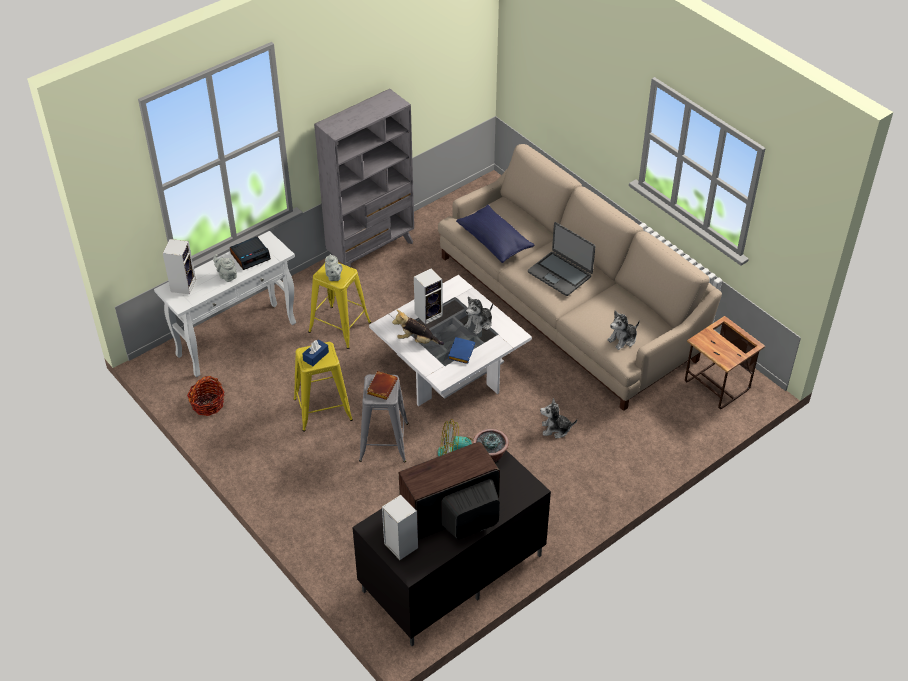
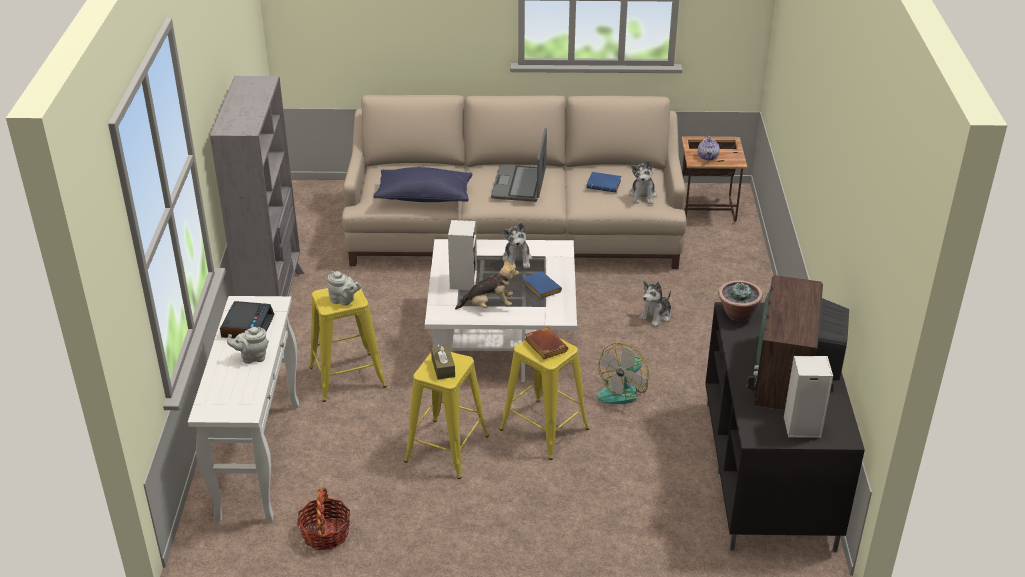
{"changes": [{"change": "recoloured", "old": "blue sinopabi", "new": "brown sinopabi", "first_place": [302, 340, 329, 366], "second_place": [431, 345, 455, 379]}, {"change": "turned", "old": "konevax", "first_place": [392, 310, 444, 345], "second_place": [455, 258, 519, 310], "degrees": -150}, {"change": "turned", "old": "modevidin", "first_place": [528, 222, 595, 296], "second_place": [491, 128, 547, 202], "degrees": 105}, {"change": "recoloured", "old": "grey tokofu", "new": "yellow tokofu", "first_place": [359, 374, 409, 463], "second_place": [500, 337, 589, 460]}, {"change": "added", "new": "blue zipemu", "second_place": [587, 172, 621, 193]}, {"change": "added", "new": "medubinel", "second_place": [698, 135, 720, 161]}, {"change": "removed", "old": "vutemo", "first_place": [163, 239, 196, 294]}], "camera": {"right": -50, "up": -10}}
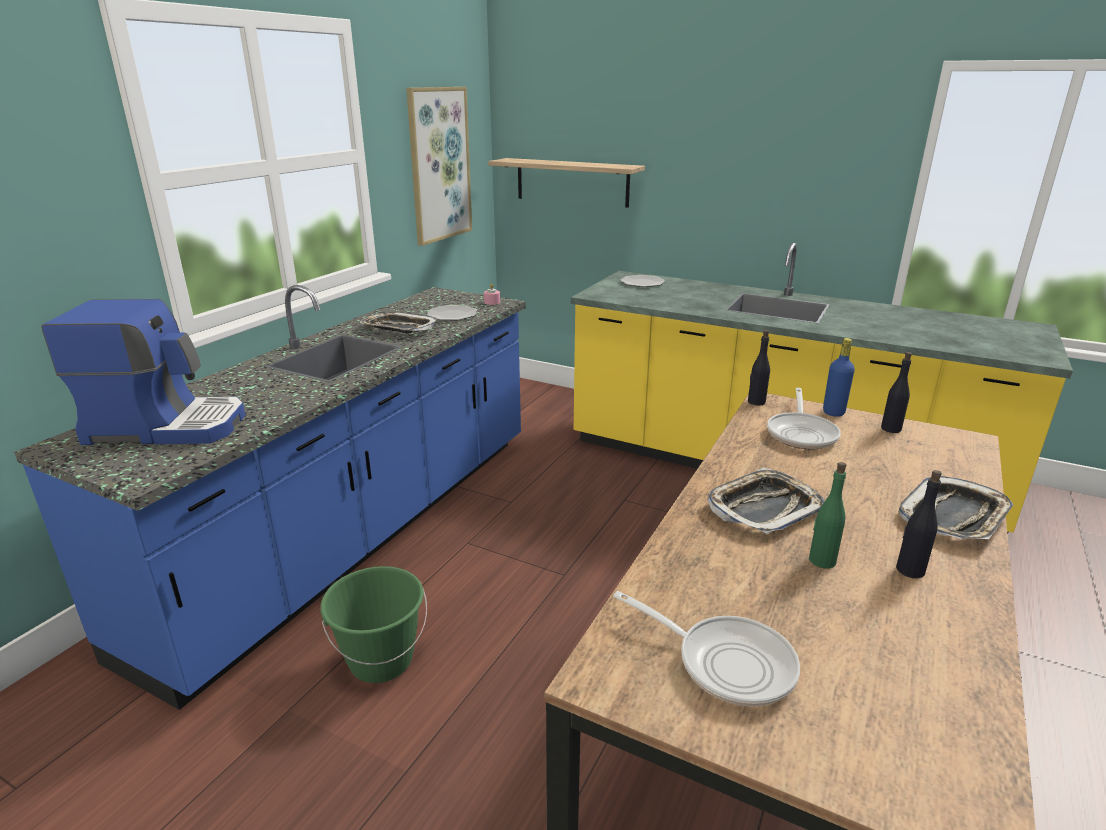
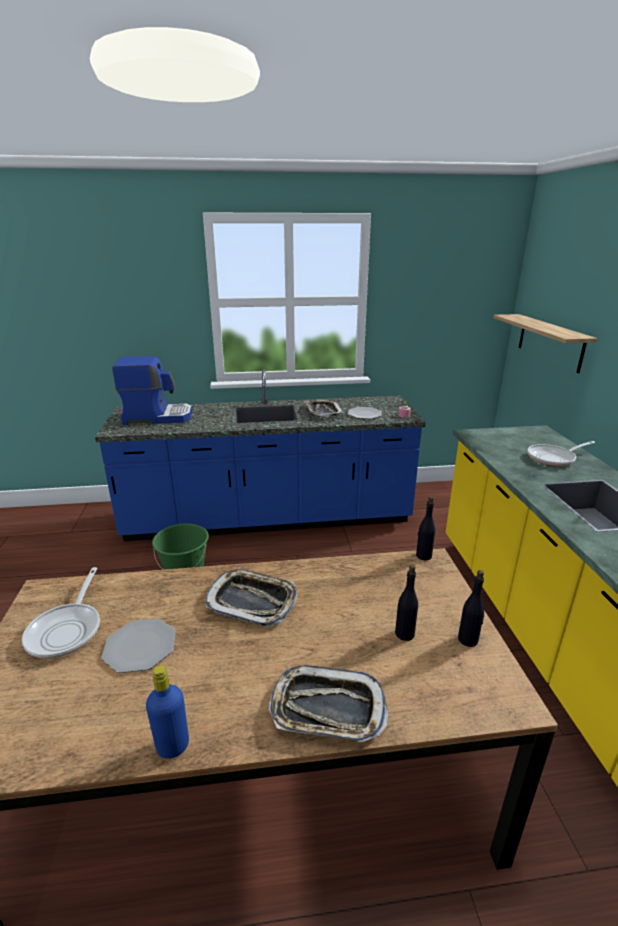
{"changes": [{"change": "moved", "old": "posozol", "first_place": [620, 275, 665, 287], "second_place": [101, 618, 176, 673]}, {"change": "turned", "old": "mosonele", "first_place": [41, 299, 245, 445], "second_place": [112, 356, 192, 425], "degrees": -60}, {"change": "moved", "old": "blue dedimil", "first_place": [823, 338, 855, 417], "second_place": [146, 665, 189, 759]}, {"change": "moved", "old": "black dedimil", "first_place": [896, 470, 942, 578], "second_place": [395, 565, 418, 641]}, {"change": "moved", "old": "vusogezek", "first_place": [767, 388, 840, 449], "second_place": [527, 441, 595, 467]}, {"change": "removed", "old": "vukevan", "first_place": [406, 87, 472, 246]}, {"change": "removed", "old": "green dedimil", "first_place": [809, 462, 846, 569]}], "camera": {"right": 55, "up": 0}}
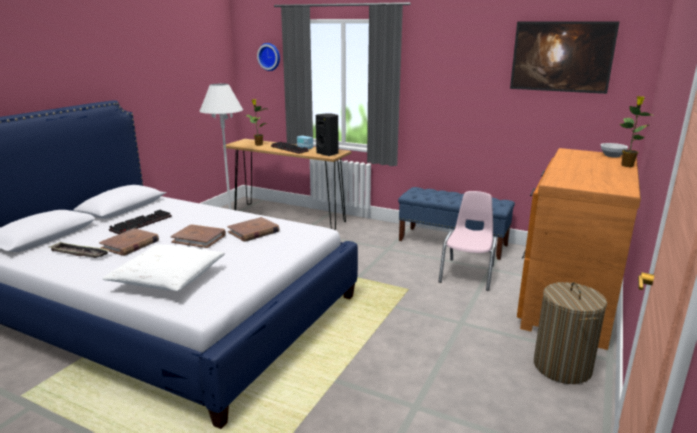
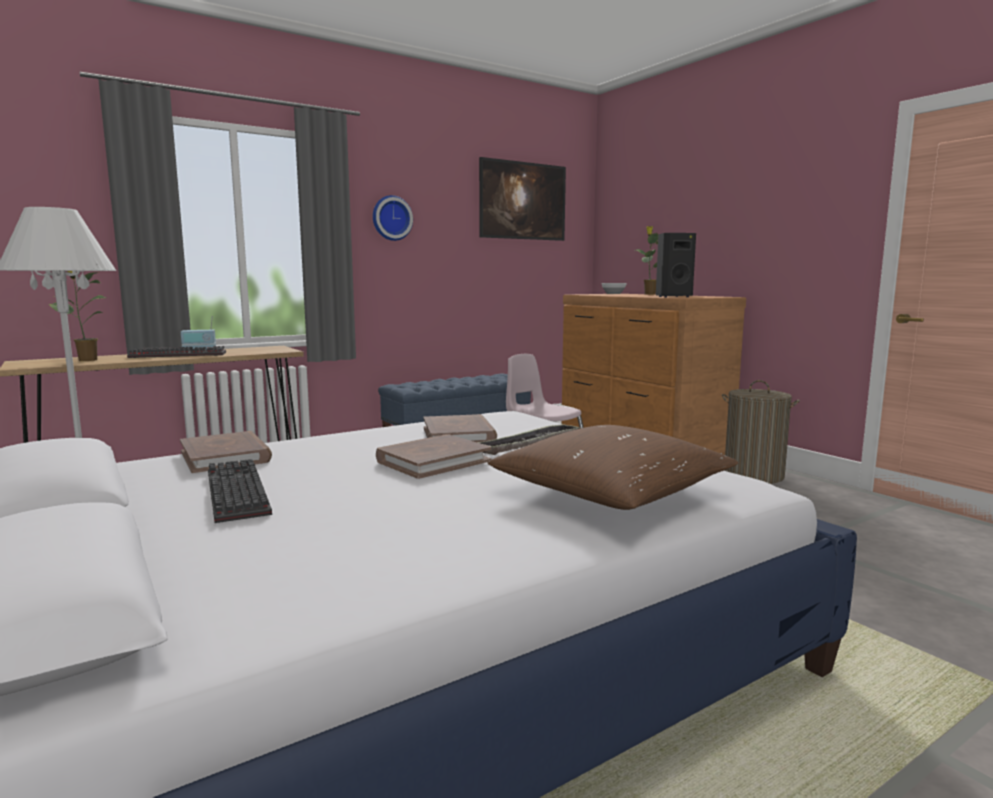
{"changes": [{"change": "moved", "old": "brown zipemu", "first_place": [99, 228, 159, 256], "second_place": [180, 431, 272, 473]}, {"change": "moved", "old": "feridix", "first_place": [257, 43, 280, 71], "second_place": [373, 195, 413, 241]}, {"change": "moved", "old": "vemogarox", "first_place": [48, 242, 110, 258], "second_place": [477, 423, 581, 455]}, {"change": "recoloured", "old": "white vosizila", "new": "brown vosizila", "first_place": [103, 244, 225, 291], "second_place": [488, 425, 738, 510]}, {"change": "moved", "old": "black vutemo", "first_place": [316, 113, 339, 156], "second_place": [656, 233, 696, 297]}], "camera": {"right": -60, "up": -10}}
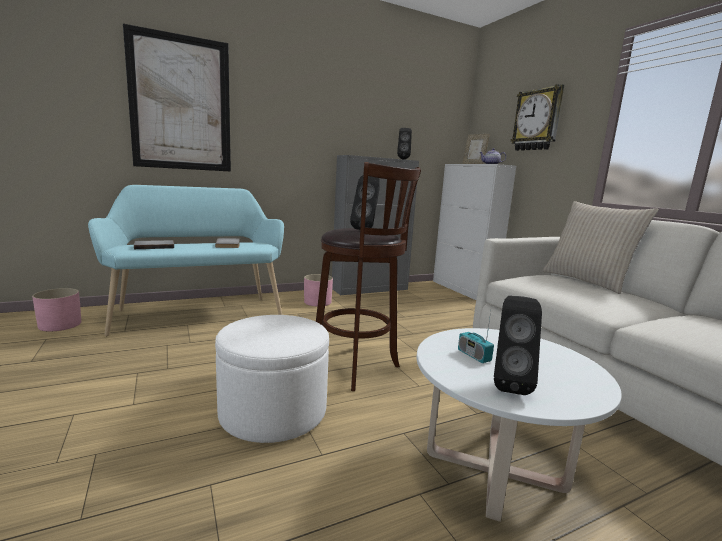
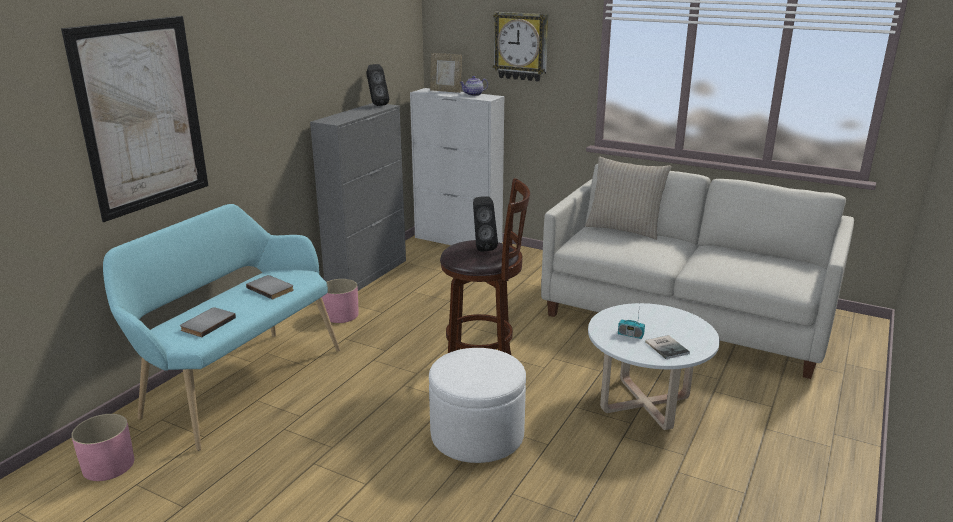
{"changes": [{"change": "replaced", "old": "black vutemo", "new": "zipemu", "first_place": [494, 296, 542, 395], "second_place": [645, 335, 690, 359]}], "camera": {"right": -35, "up": 10}}
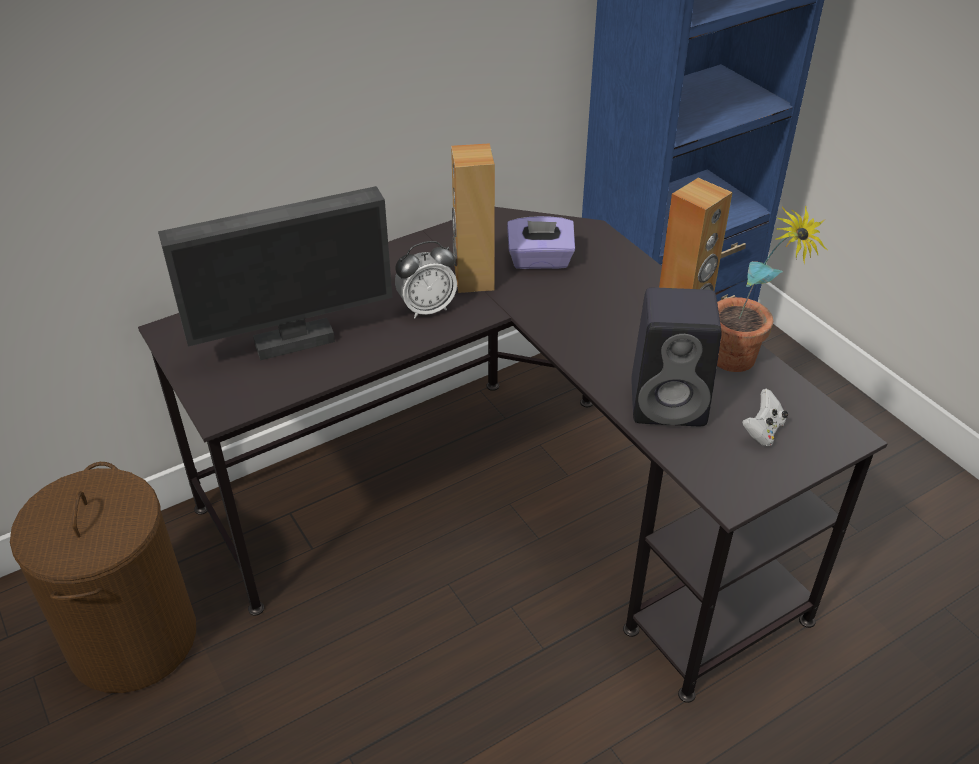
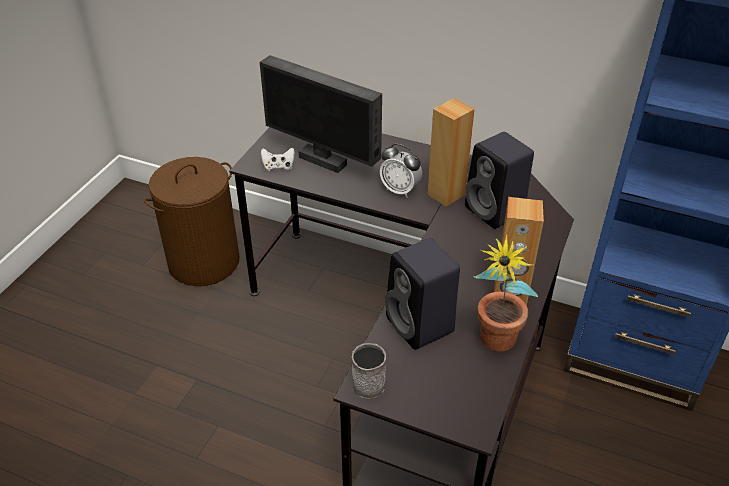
{"changes": [{"change": "moved", "old": "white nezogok", "first_place": [742, 389, 788, 446], "second_place": [261, 148, 295, 171]}, {"change": "added", "new": "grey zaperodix", "second_place": [352, 343, 386, 399]}, {"change": "replaced", "old": "purple sinopabi", "new": "black vutemo", "first_place": [507, 216, 575, 269], "second_place": [465, 132, 534, 229]}], "camera": {"right": 55, "up": 0}}
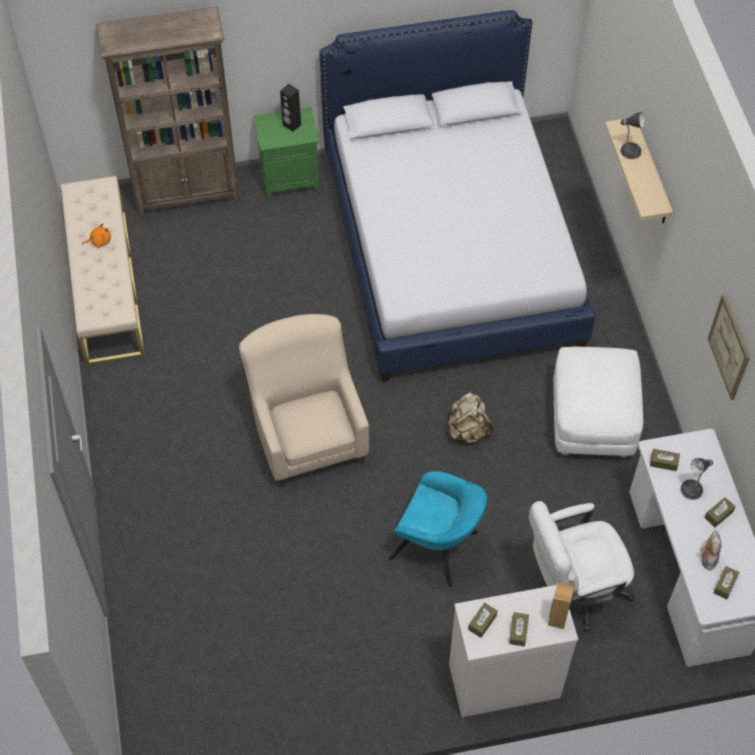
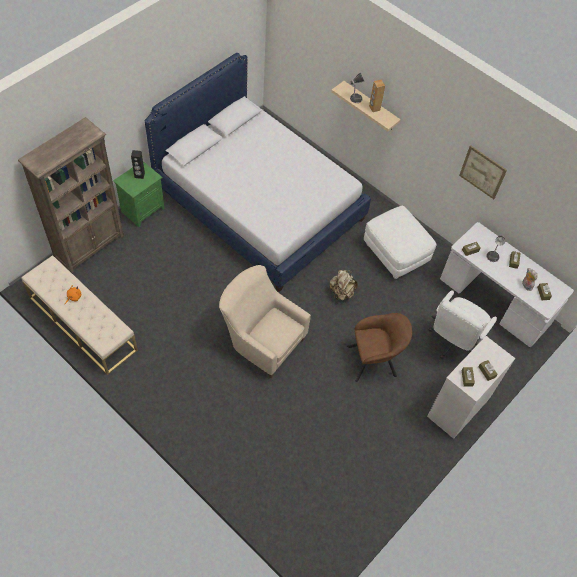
{"changes": [{"change": "recoloured", "old": "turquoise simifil", "new": "brown simifil", "first_place": [388, 471, 487, 587], "second_place": [347, 313, 412, 382]}, {"change": "moved", "old": "brown vutemo", "first_place": [548, 583, 574, 629], "second_place": [369, 79, 385, 112]}], "camera": {"right": -40, "up": 0}}
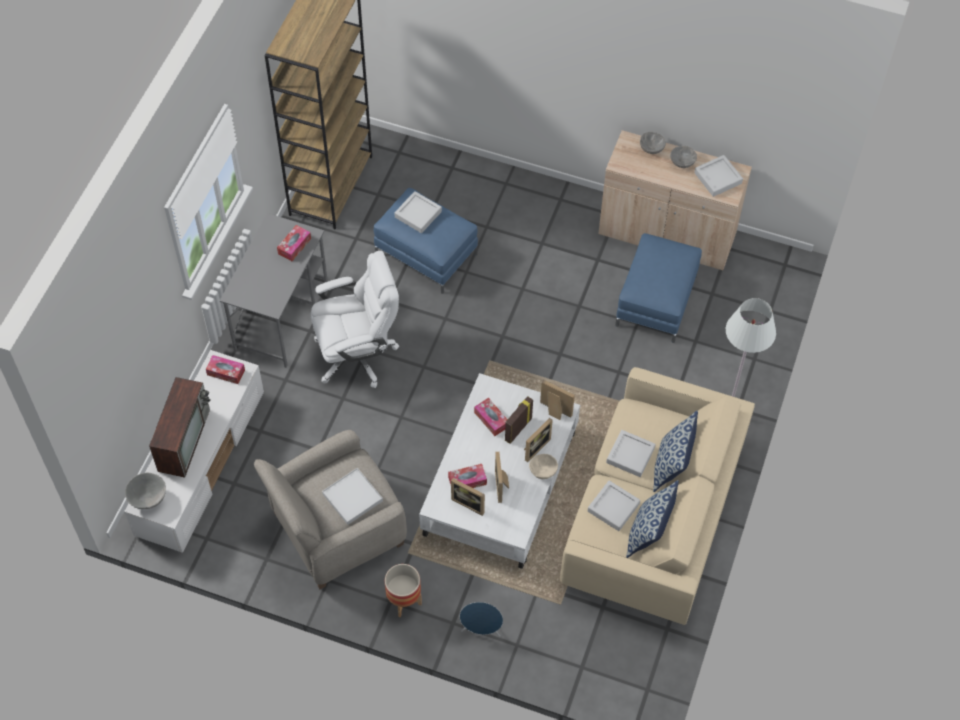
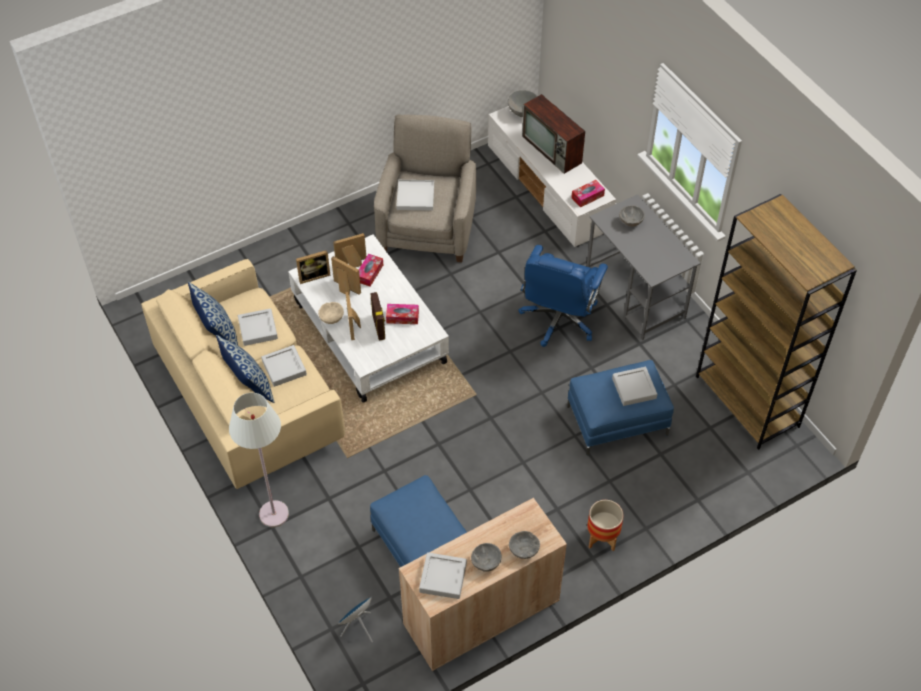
{"changes": [{"change": "moved", "old": "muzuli", "first_place": [540, 380, 575, 420], "second_place": [296, 250, 331, 284]}, {"change": "moved", "old": "blue vutemo", "first_place": [460, 602, 503, 637], "second_place": [337, 597, 373, 642]}, {"change": "recoloured", "old": "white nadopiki", "new": "blue nadopiki", "first_place": [311, 251, 399, 388], "second_place": [519, 245, 608, 347]}, {"change": "moved", "old": "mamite", "first_place": [385, 564, 422, 617], "second_place": [587, 500, 624, 551]}, {"change": "added", "new": "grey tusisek", "second_place": [619, 206, 645, 227]}, {"change": "removed", "old": "sinopabi", "first_place": [277, 225, 311, 261]}], "camera": {"right": 130, "up": -5}}
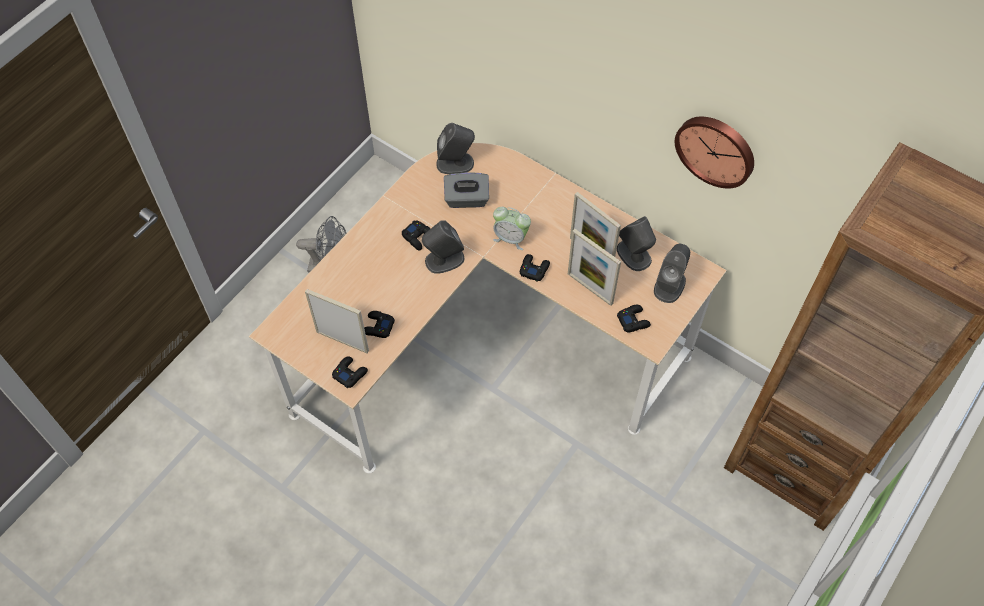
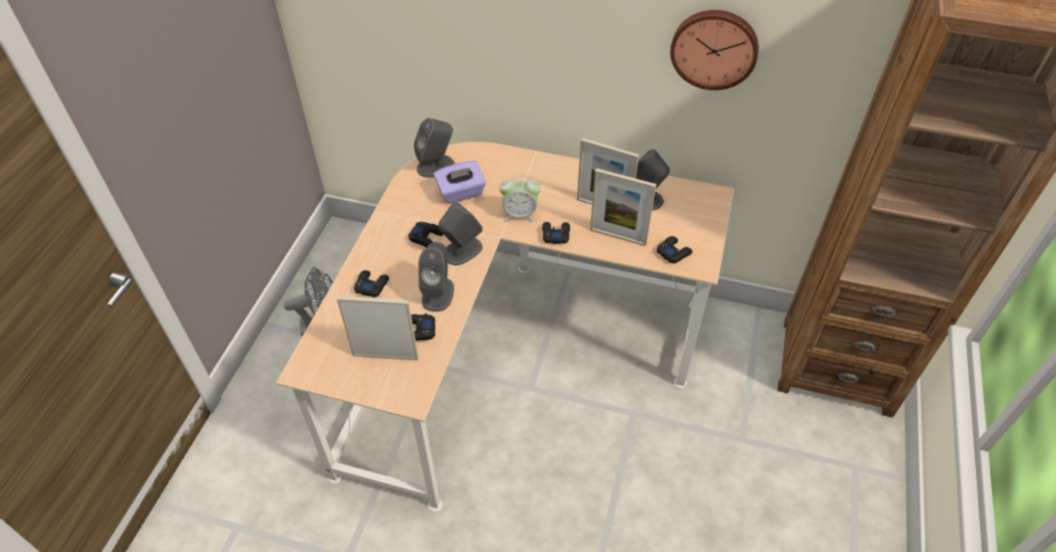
{"changes": [{"change": "moved", "old": "black nezogok", "first_place": [332, 356, 368, 388], "second_place": [354, 270, 389, 297]}, {"change": "moved", "old": "grey vutemo", "first_place": [654, 244, 690, 303], "second_place": [418, 242, 454, 312]}, {"change": "recoloured", "old": "grey sinopabi", "new": "purple sinopabi", "first_place": [444, 173, 489, 208], "second_place": [433, 161, 486, 204]}], "camera": {"right": -20, "up": -10}}
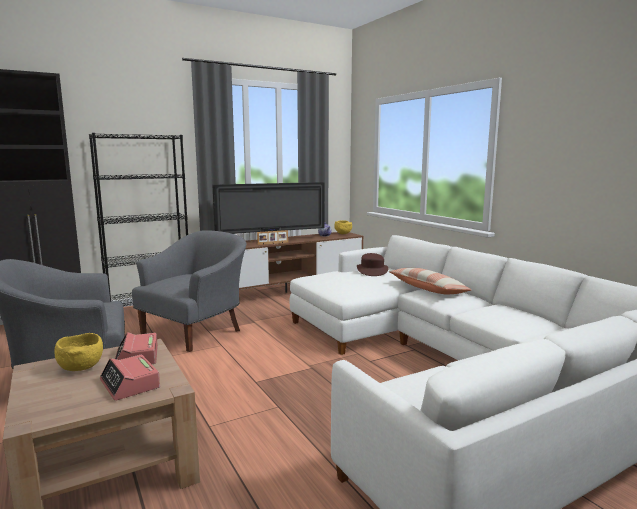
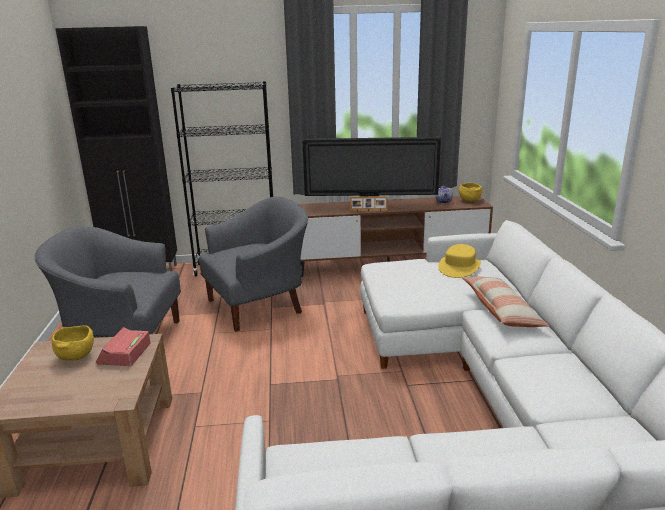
{"changes": [{"change": "recoloured", "old": "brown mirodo", "new": "yellow mirodo", "first_place": [357, 253, 388, 276], "second_place": [438, 244, 481, 278]}, {"change": "removed", "old": "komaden", "first_place": [100, 355, 160, 401]}], "camera": {"right": 25, "up": 10}}
